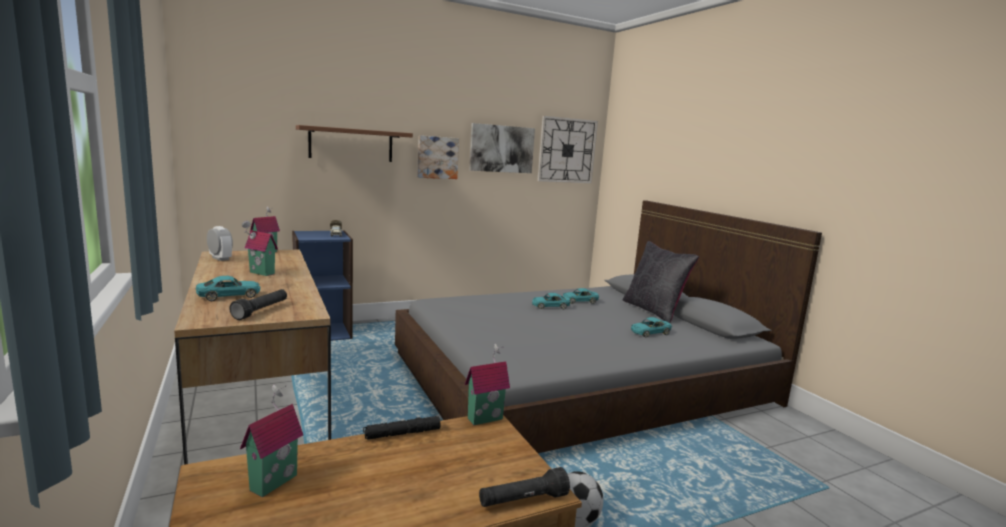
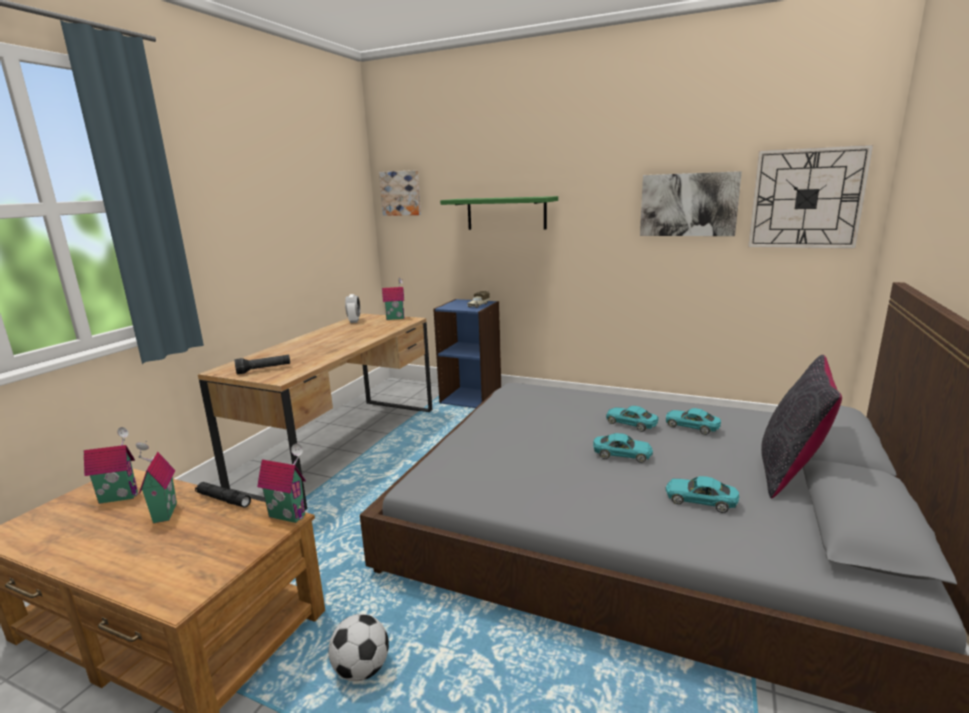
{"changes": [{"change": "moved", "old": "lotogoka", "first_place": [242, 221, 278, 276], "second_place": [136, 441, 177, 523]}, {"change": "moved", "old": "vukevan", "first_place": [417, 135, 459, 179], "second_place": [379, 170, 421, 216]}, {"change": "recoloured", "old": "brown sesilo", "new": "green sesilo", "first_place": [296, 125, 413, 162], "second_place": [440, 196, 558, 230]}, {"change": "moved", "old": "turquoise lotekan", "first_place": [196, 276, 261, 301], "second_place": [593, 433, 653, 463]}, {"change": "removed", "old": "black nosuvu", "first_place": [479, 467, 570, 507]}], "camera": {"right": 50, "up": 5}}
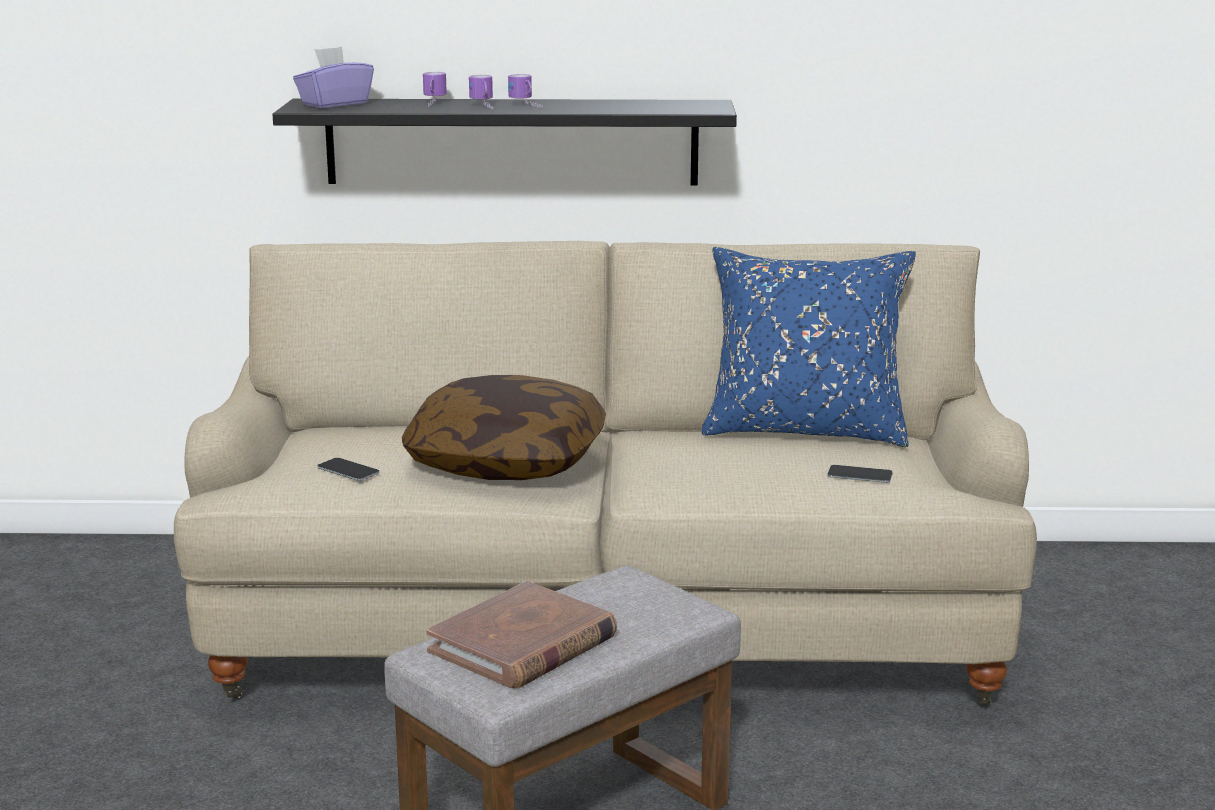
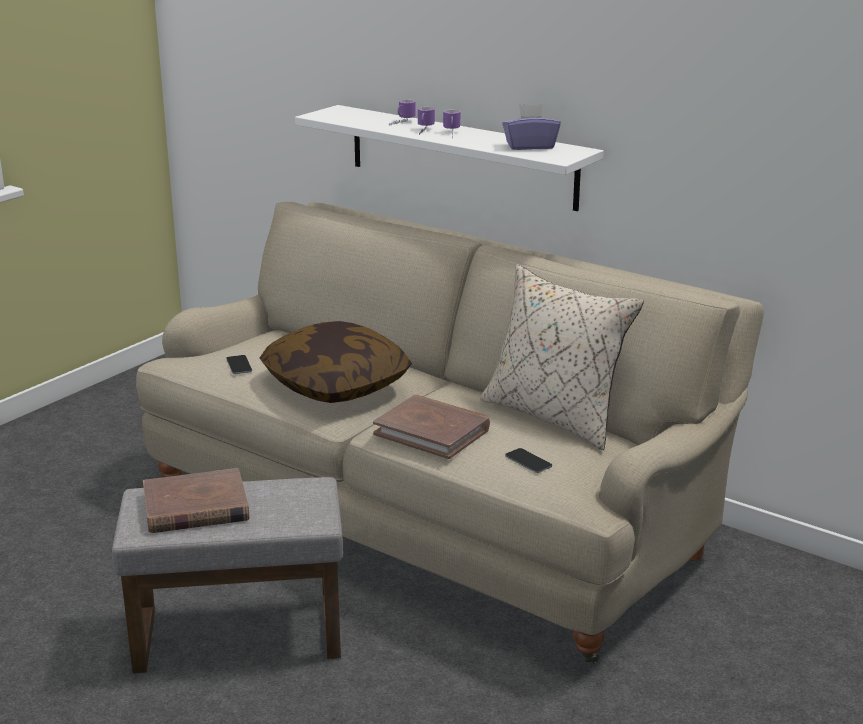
{"changes": [{"change": "recoloured", "old": "black sesilo", "new": "white sesilo", "first_place": [272, 99, 737, 186], "second_place": [295, 105, 604, 211]}, {"change": "added", "new": "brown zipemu", "second_place": [373, 395, 490, 459]}, {"change": "recoloured", "old": "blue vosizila", "new": "beige vosizila", "first_place": [702, 247, 916, 447], "second_place": [480, 265, 644, 450]}, {"change": "moved", "old": "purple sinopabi", "first_place": [293, 47, 374, 108], "second_place": [502, 103, 561, 150]}], "camera": {"right": 35, "up": 5}}
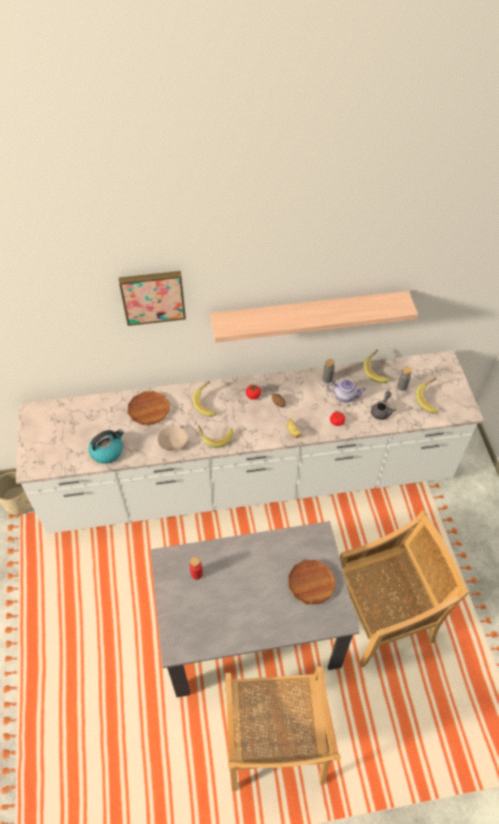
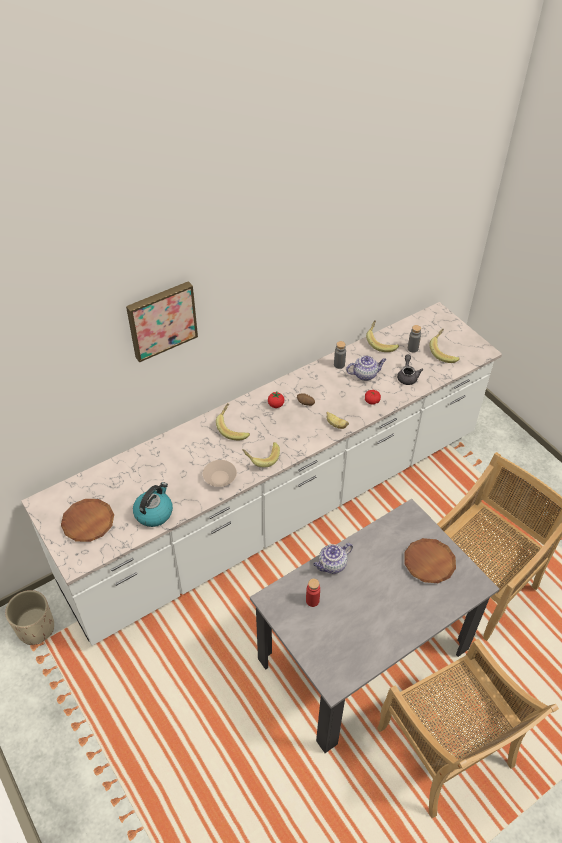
{"changes": [{"change": "moved", "old": "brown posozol", "first_place": [128, 391, 169, 425], "second_place": [61, 499, 114, 542]}, {"change": "added", "new": "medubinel", "second_place": [313, 543, 353, 574]}, {"change": "removed", "old": "sesilo", "first_place": [210, 291, 418, 343]}], "camera": {"right": -25, "up": -5}}
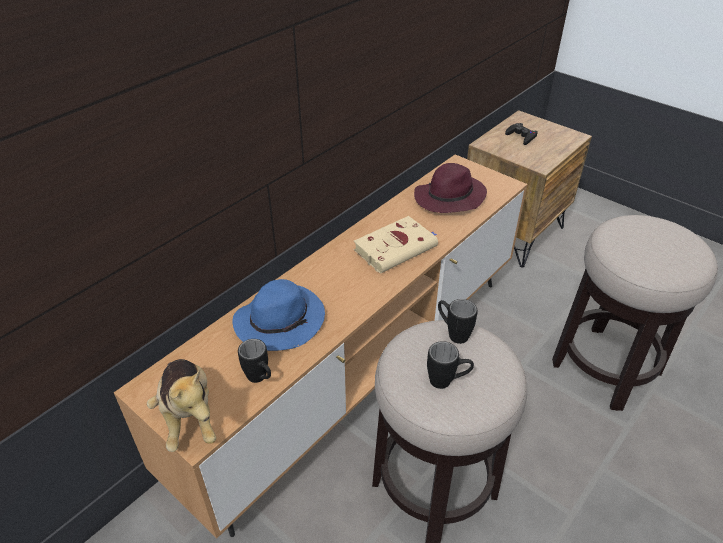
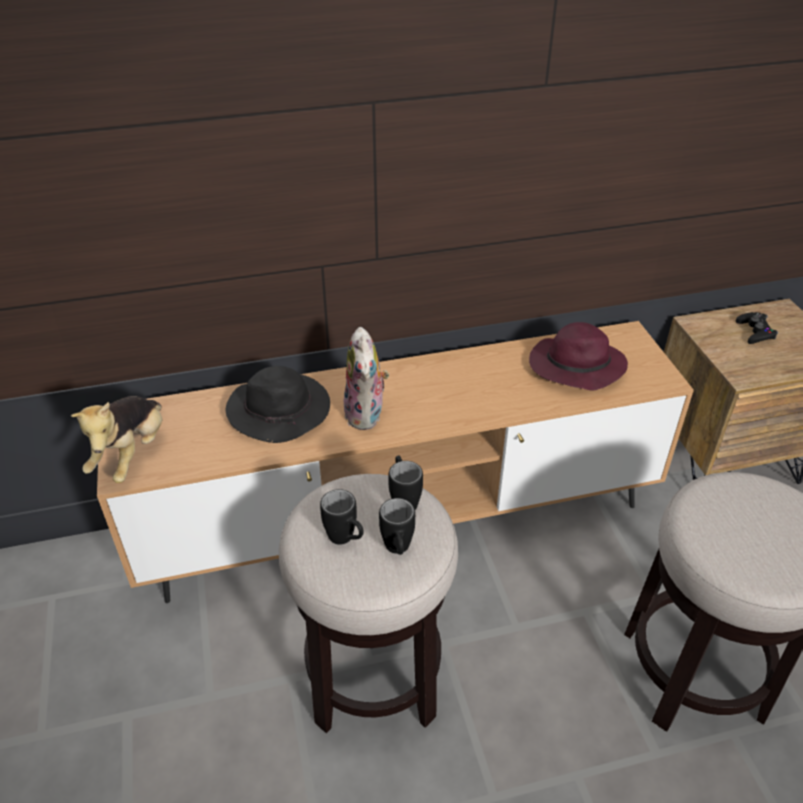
{"changes": [{"change": "recoloured", "old": "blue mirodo", "new": "black mirodo", "first_place": [233, 279, 325, 351], "second_place": [226, 366, 330, 443]}, {"change": "added", "new": "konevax", "second_place": [343, 327, 389, 430]}, {"change": "moved", "old": "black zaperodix", "first_place": [238, 339, 271, 383], "second_place": [379, 498, 415, 555]}, {"change": "removed", "old": "beige zipemu", "first_place": [354, 216, 438, 274]}], "camera": {"right": 35, "up": 0}}
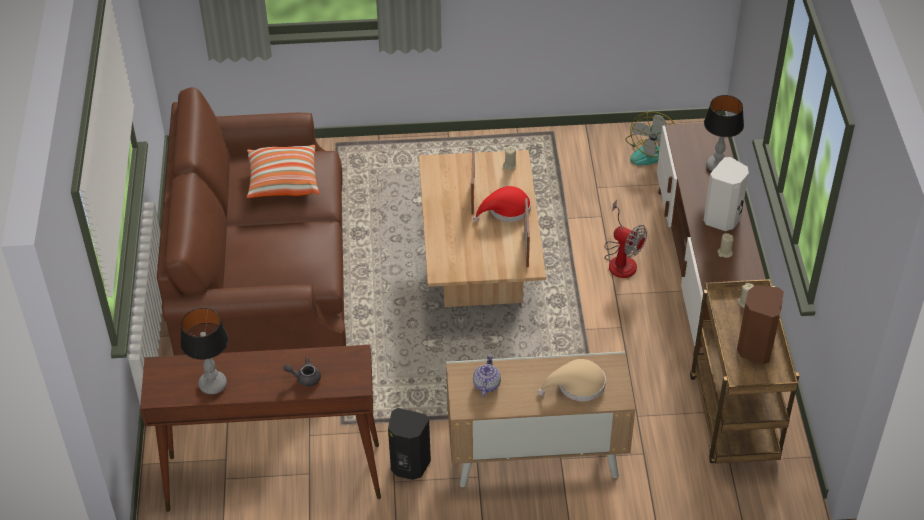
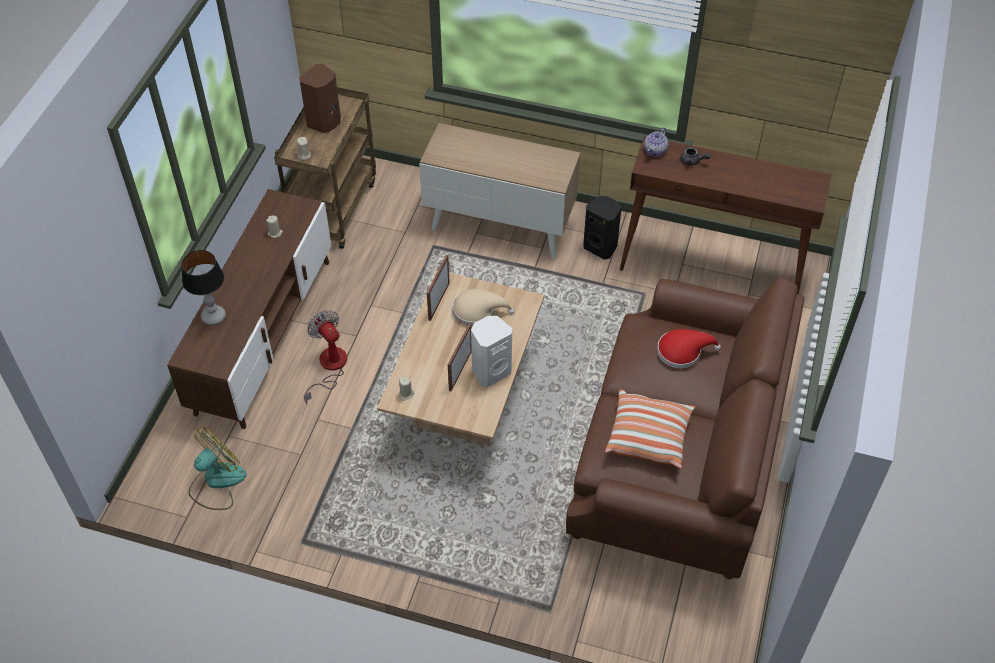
{"changes": [{"change": "moved", "old": "beige mirodo", "first_place": [538, 359, 606, 401], "second_place": [453, 289, 515, 326]}, {"change": "moved", "old": "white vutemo", "first_place": [704, 157, 749, 231], "second_place": [471, 316, 512, 387]}, {"change": "moved", "old": "medubinel", "first_place": [473, 354, 501, 397], "second_place": [644, 127, 668, 157]}, {"change": "moved", "old": "red mirodo", "first_place": [473, 186, 531, 222], "second_place": [657, 329, 721, 369]}, {"change": "removed", "old": "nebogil", "first_place": [180, 308, 228, 394]}], "camera": {"right": -160, "up": 5}}
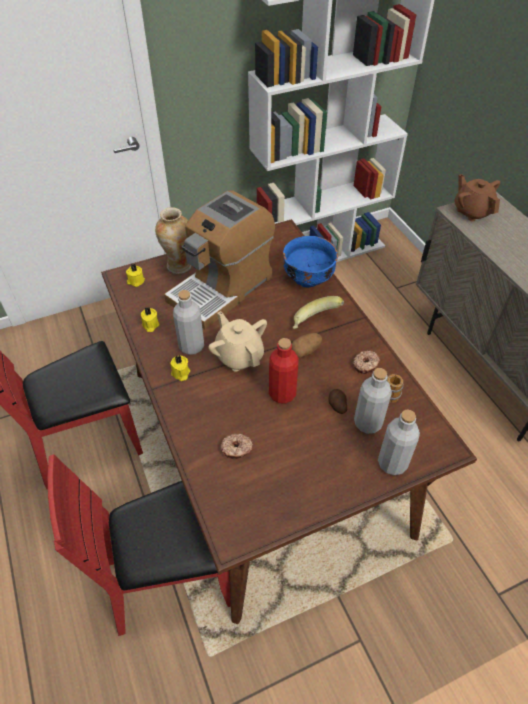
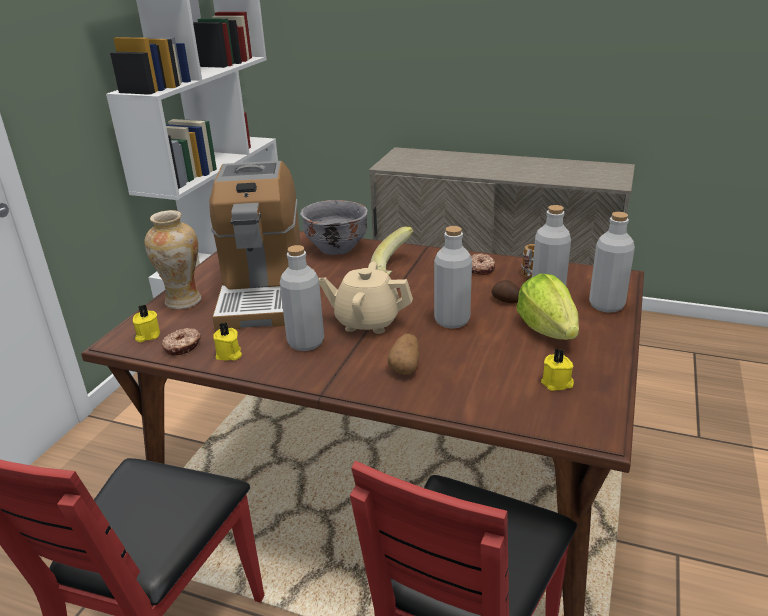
{"changes": [{"change": "moved", "old": "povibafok", "first_place": [221, 434, 253, 459], "second_place": [161, 328, 201, 355]}, {"change": "recoloured", "old": "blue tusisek", "new": "grey tusisek", "first_place": [283, 236, 338, 287], "second_place": [300, 200, 368, 255]}, {"change": "moved", "old": "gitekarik", "first_place": [292, 333, 322, 358], "second_place": [388, 334, 420, 375]}, {"change": "recoloured", "old": "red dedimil", "new": "grey dedimil", "first_place": [269, 338, 299, 404], "second_place": [434, 226, 472, 329]}, {"change": "added", "new": "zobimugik", "second_place": [516, 274, 579, 340]}, {"change": "moved", "old": "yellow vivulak", "first_place": [170, 355, 190, 381], "second_place": [541, 349, 574, 391]}, {"change": "removed", "old": "brown medubinel", "first_place": [454, 174, 500, 221]}], "camera": {"right": -45, "up": -20}}
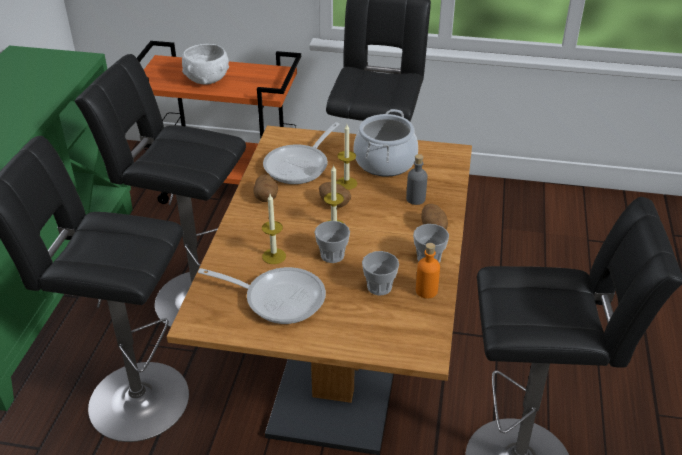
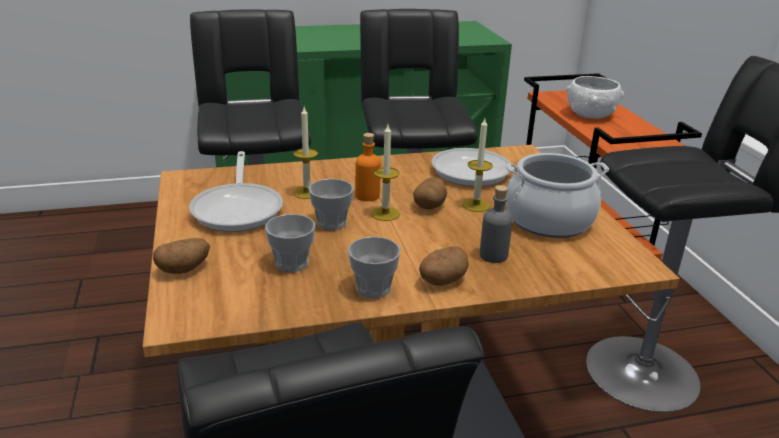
{"changes": [{"change": "moved", "old": "gitekarik", "first_place": [253, 174, 278, 202], "second_place": [153, 238, 210, 274]}, {"change": "moved", "old": "orange dedimil", "first_place": [416, 243, 440, 298], "second_place": [355, 133, 381, 201]}], "camera": {"right": 65, "up": -10}}
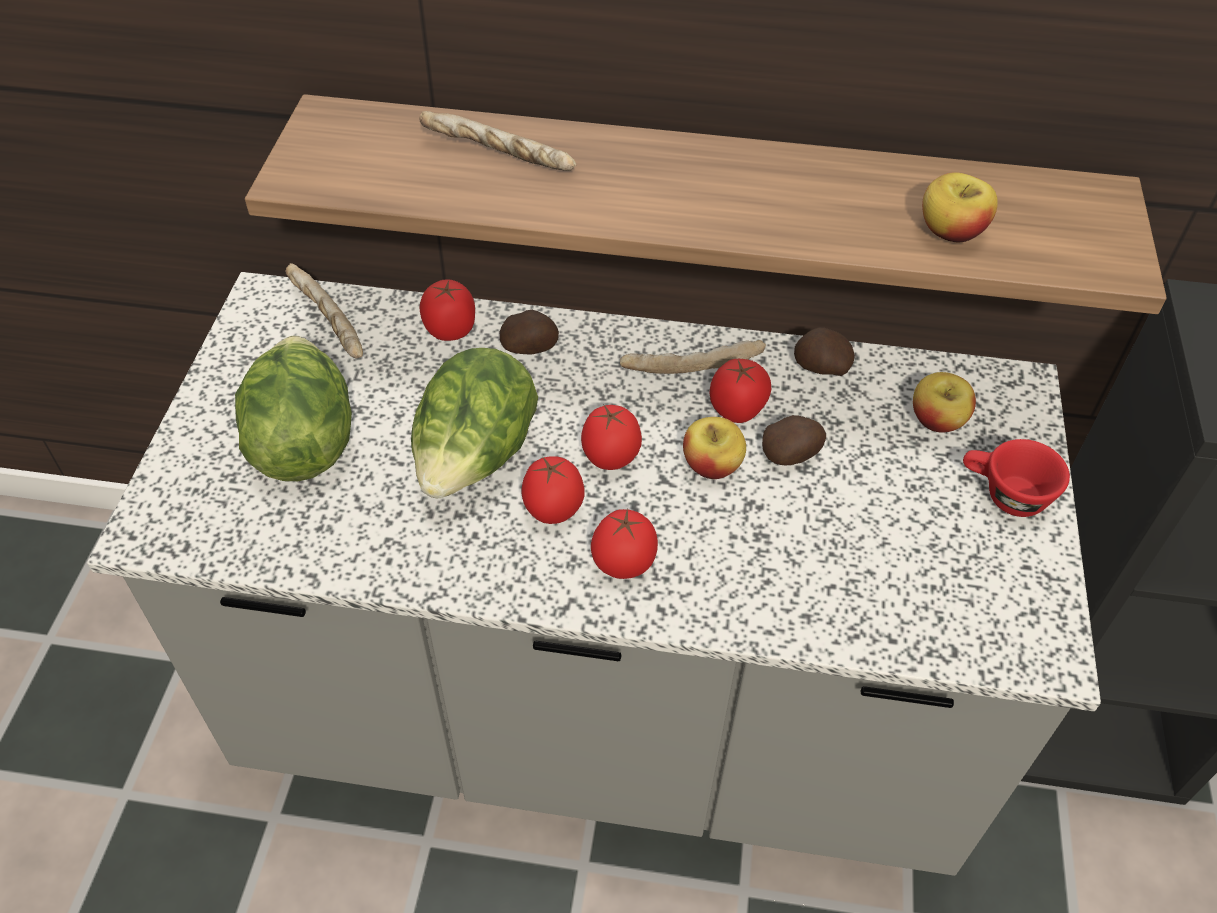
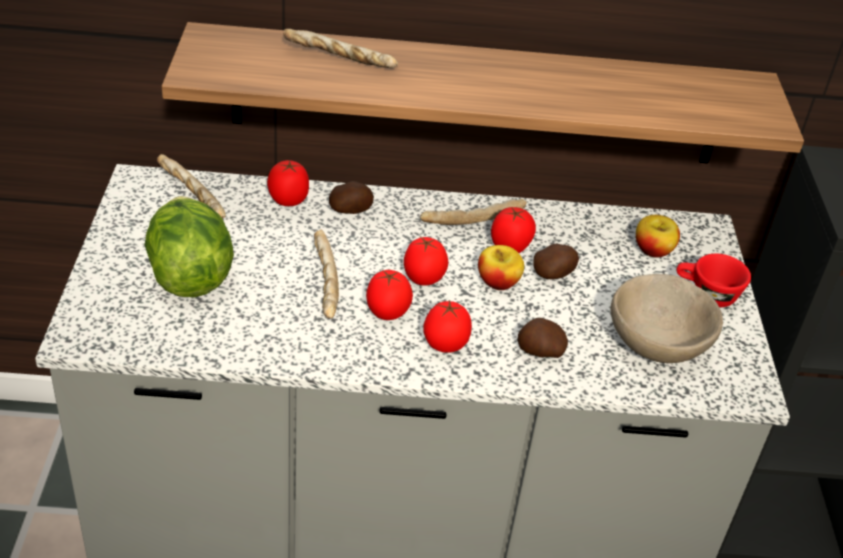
{"changes": [{"change": "replaced", "old": "zobimugik", "new": "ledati", "first_place": [411, 348, 538, 498], "second_place": [314, 229, 339, 319]}, {"change": "moved", "old": "gitekarik", "first_place": [794, 327, 855, 376], "second_place": [517, 318, 568, 358]}, {"change": "added", "new": "beige tusisek", "second_place": [611, 274, 723, 363]}, {"change": "removed", "old": "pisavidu", "first_place": [922, 172, 998, 242]}], "camera": {"right": -10, "up": -10}}
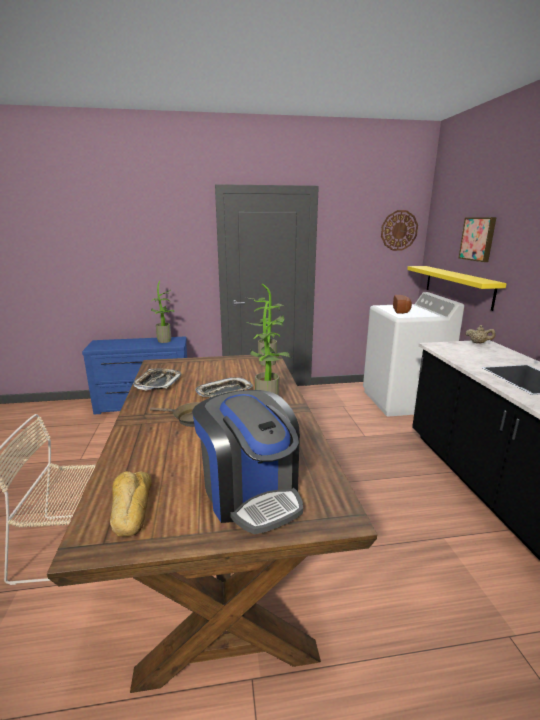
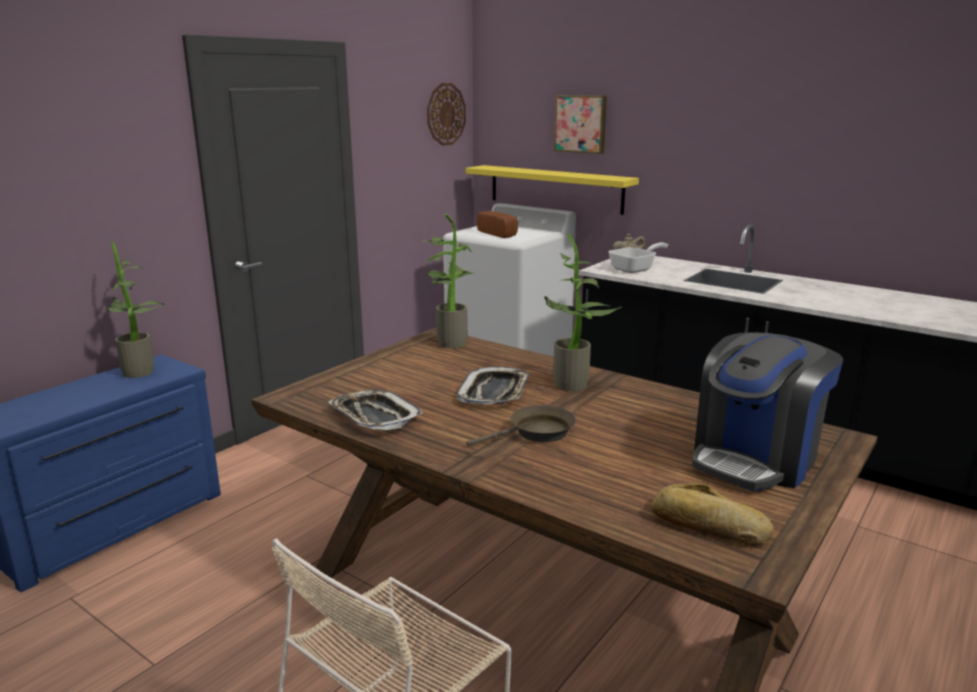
{"changes": [{"change": "added", "new": "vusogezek", "second_place": [608, 243, 668, 273]}, {"change": "turned", "old": "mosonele", "first_place": [192, 390, 303, 534], "second_place": [692, 333, 844, 491], "degrees": 120}], "camera": {"right": -45, "up": 0}}
